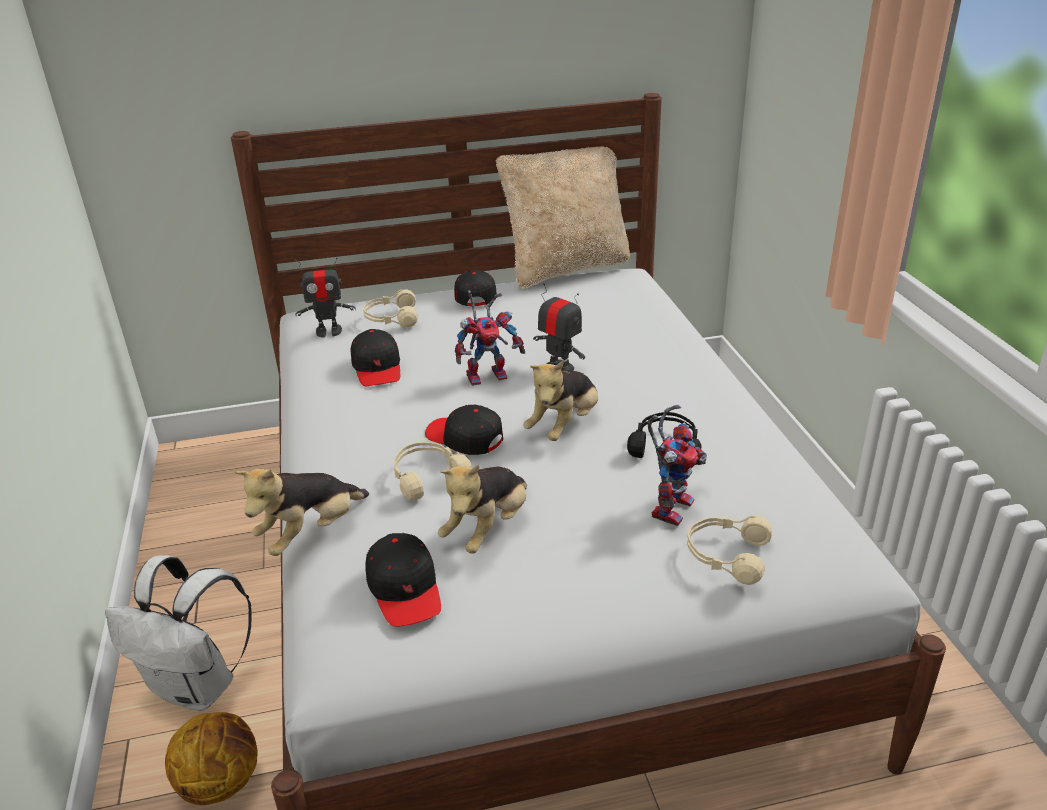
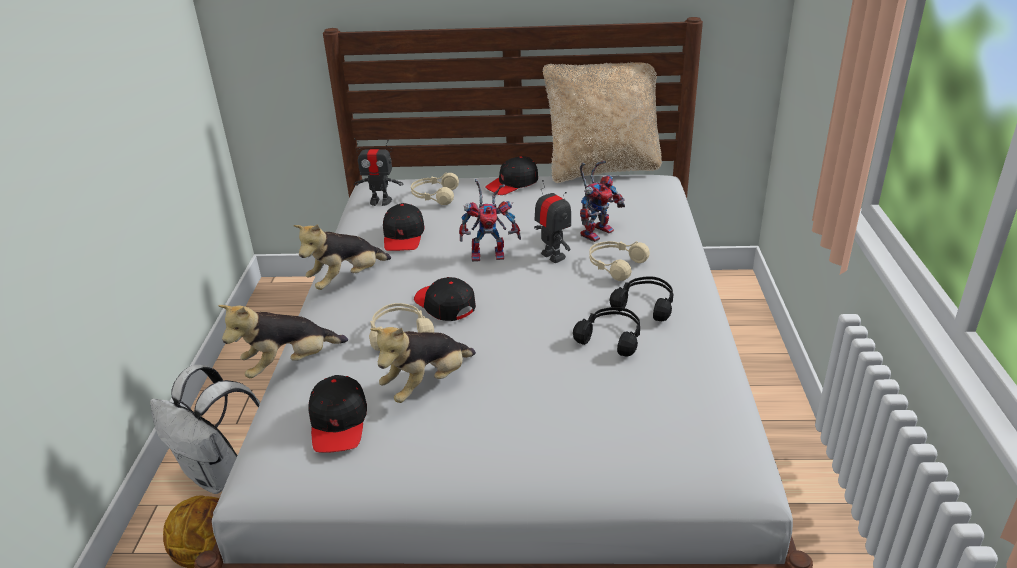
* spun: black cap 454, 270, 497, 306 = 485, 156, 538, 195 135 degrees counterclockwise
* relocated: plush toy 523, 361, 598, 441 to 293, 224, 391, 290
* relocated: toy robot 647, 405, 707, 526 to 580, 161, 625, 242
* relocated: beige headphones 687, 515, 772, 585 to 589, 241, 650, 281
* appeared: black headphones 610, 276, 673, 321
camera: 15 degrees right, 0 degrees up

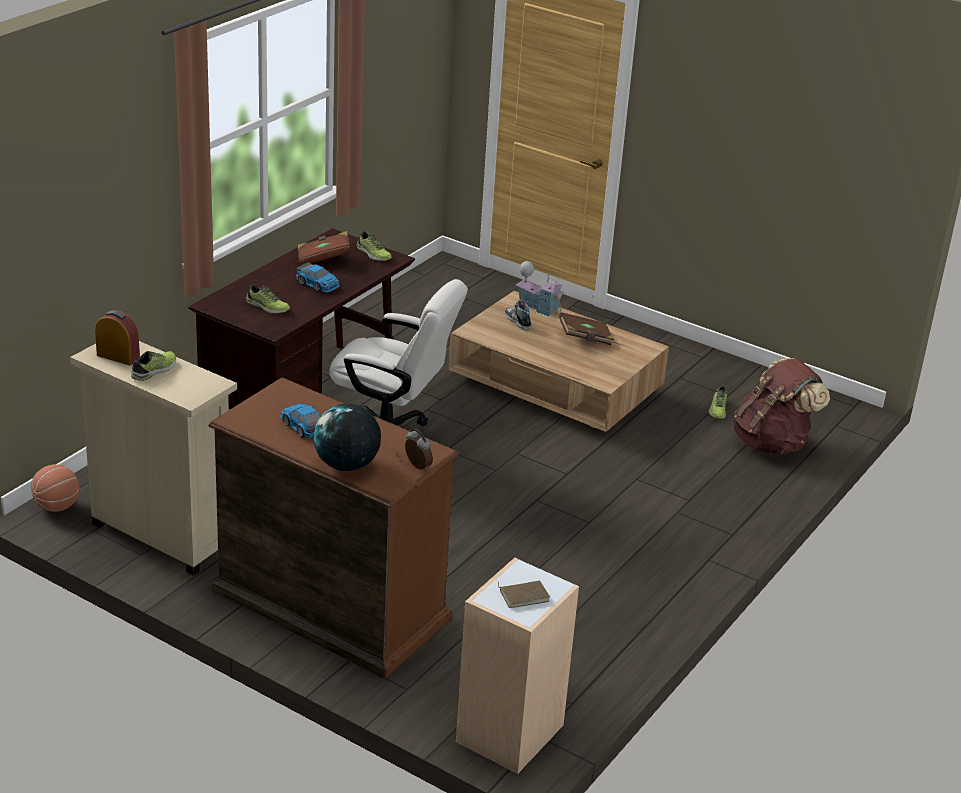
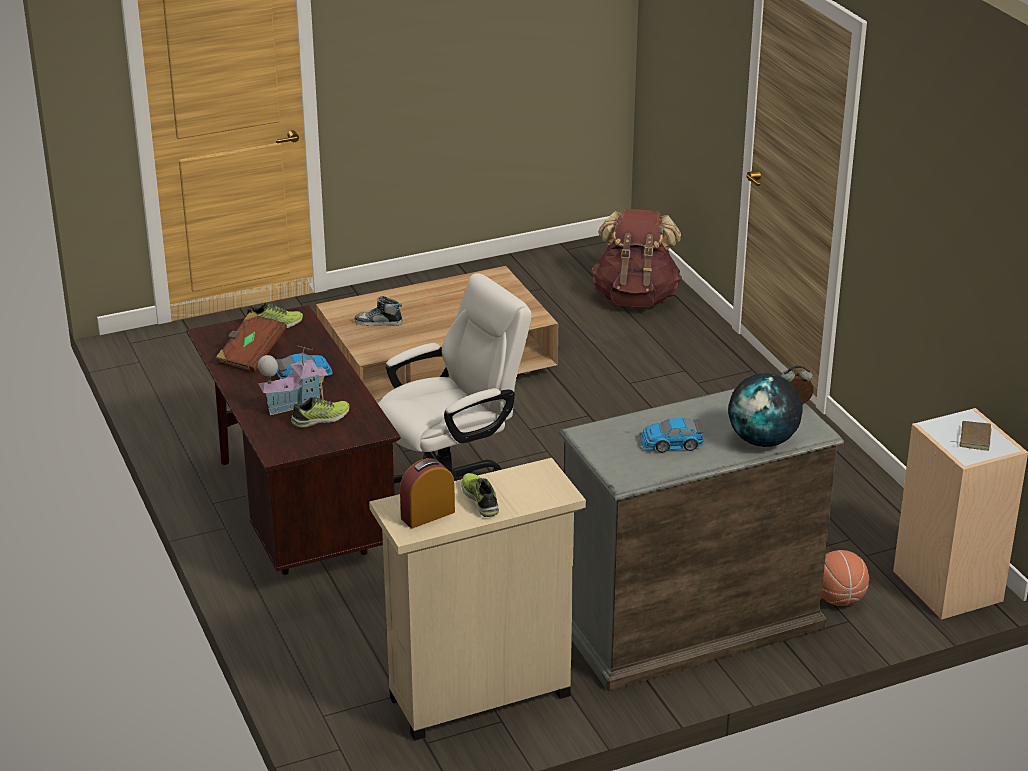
* relocated: toy house 516, 261, 565, 317 to 258, 346, 328, 415
* missing: brown book 559, 312, 615, 345
* colour: brown dresser 209, 377, 460, 678 to grey dresser 559, 389, 844, 691
* missing: shoe 709, 386, 727, 419
* relocated: basketball 31, 464, 79, 512 to 821, 550, 869, 606
camera: 55 degrees left, 0 degrees up

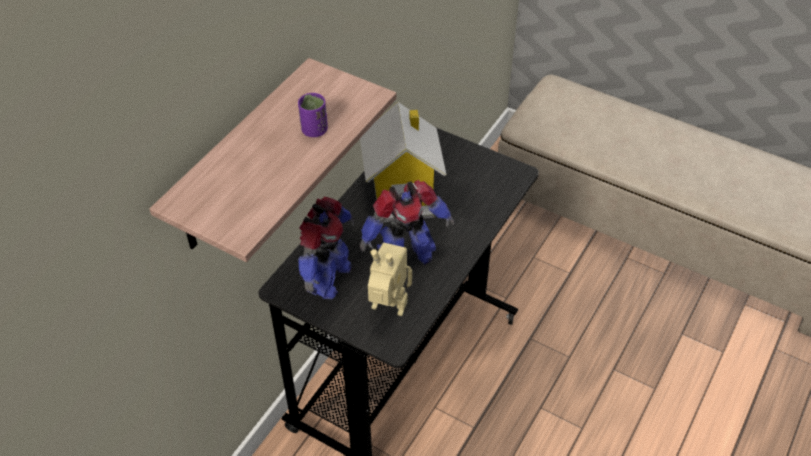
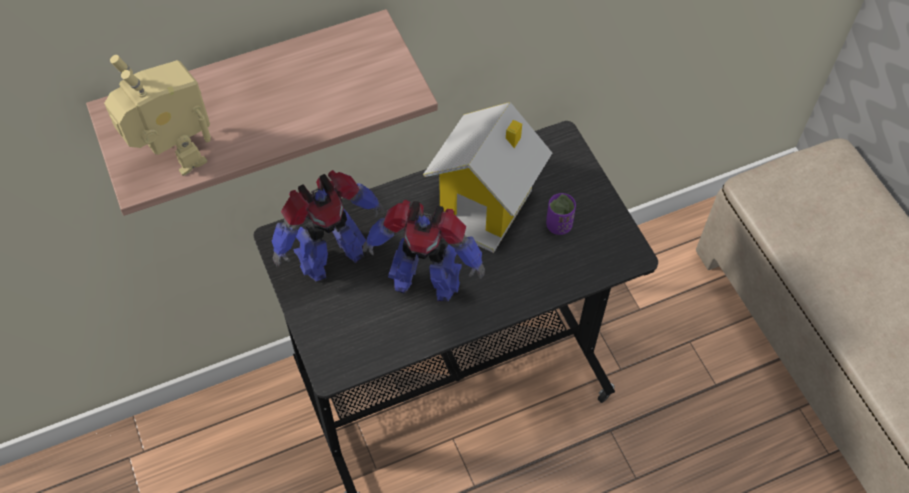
* relocated: purple cup 298, 93, 328, 137 to 546, 193, 576, 235
* relocated: toy robot 368, 243, 412, 316 to 104, 55, 211, 176
camera: 35 degrees right, 10 degrees up

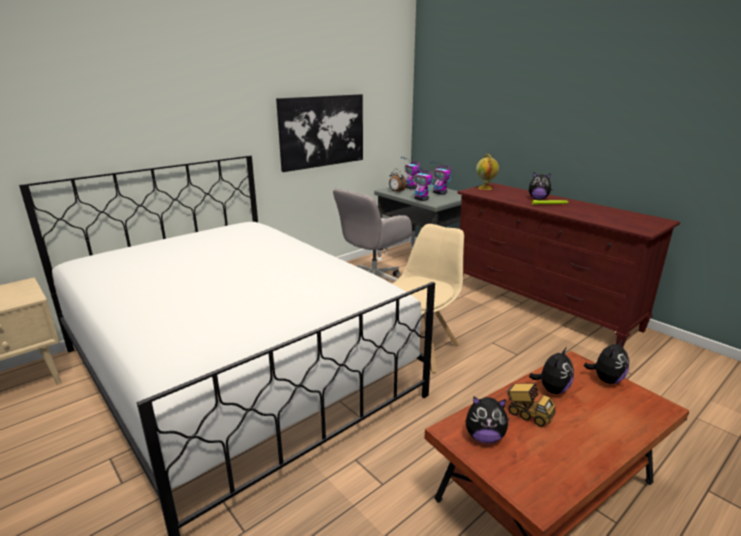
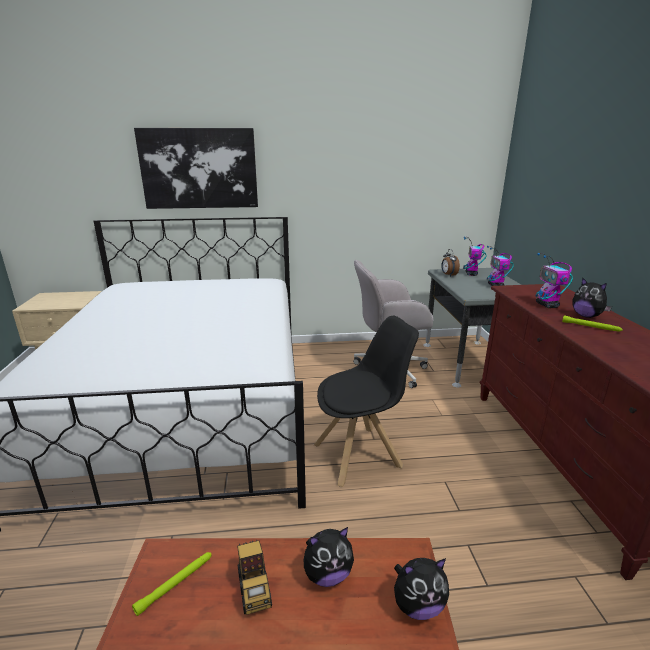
* relocated: picture 276, 94, 363, 172 to 134, 128, 258, 209
* missing: globe 476, 154, 499, 190
* relocated: toy robot 412, 166, 433, 201 to 536, 253, 573, 308
* colour: beige chair 393, 224, 464, 373 to black chair 314, 316, 419, 487
* exchanged: plush toy 465, 397, 510, 443 to green flashlight 132, 552, 212, 616
camera: 35 degrees right, 0 degrees up

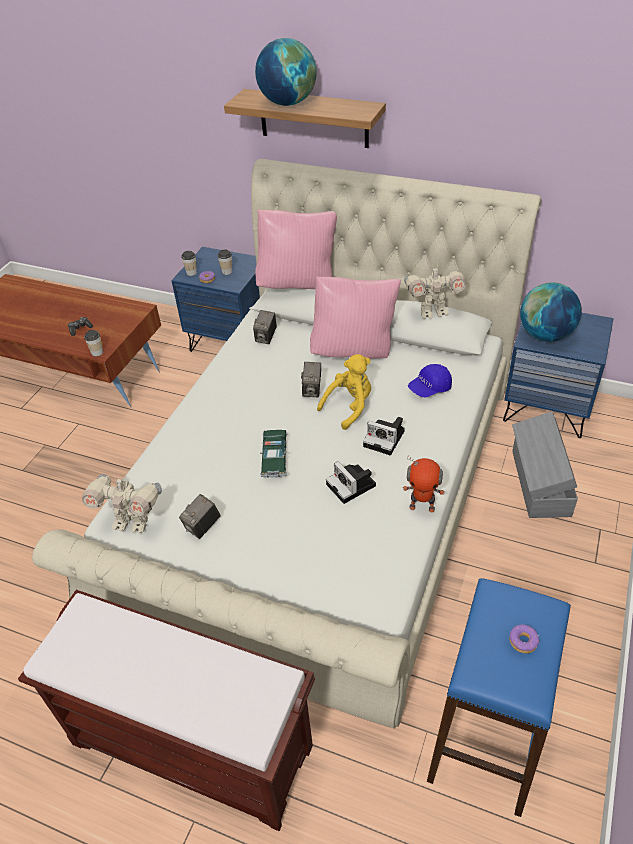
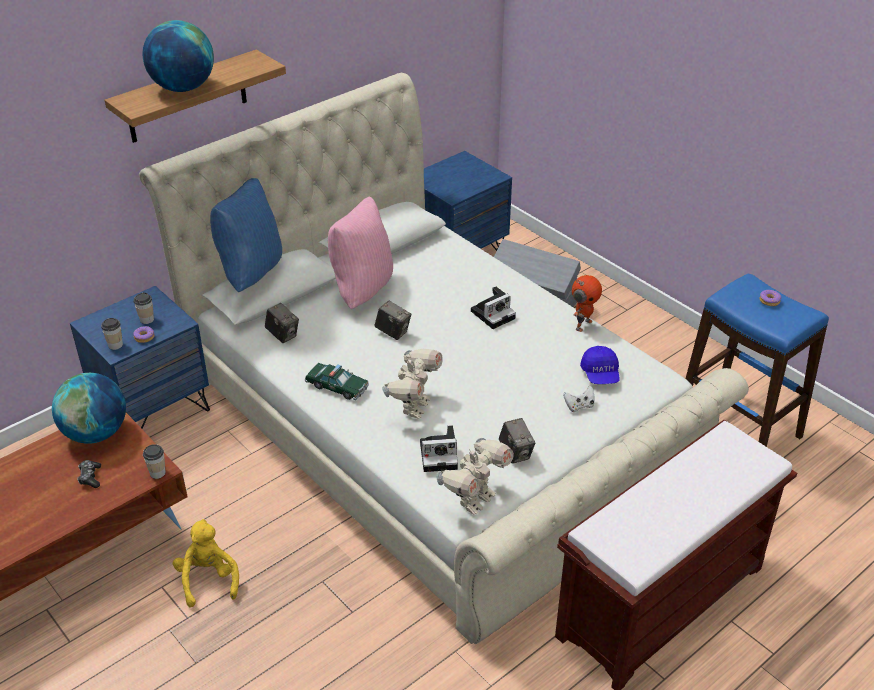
* colour: pink pillow 255, 209, 337, 289 to blue pillow 210, 178, 282, 292
* relocated: toy robot 404, 265, 466, 319 to 382, 349, 443, 419
* relocated: globe 520, 283, 582, 342 to 52, 373, 126, 444
* relocated: yellow plush toy 317, 354, 371, 430 to 173, 519, 239, 608
* relocated: blue cap 408, 364, 452, 398 to 580, 346, 620, 384
* relocated: toy car 260, 430, 288, 478 to 305, 363, 369, 400
* relocated: photo camera 326, 461, 376, 504 to 420, 425, 458, 472
* appeared: white game controller 563, 386, 595, 412
camera: 65 degrees left, 5 degrees down

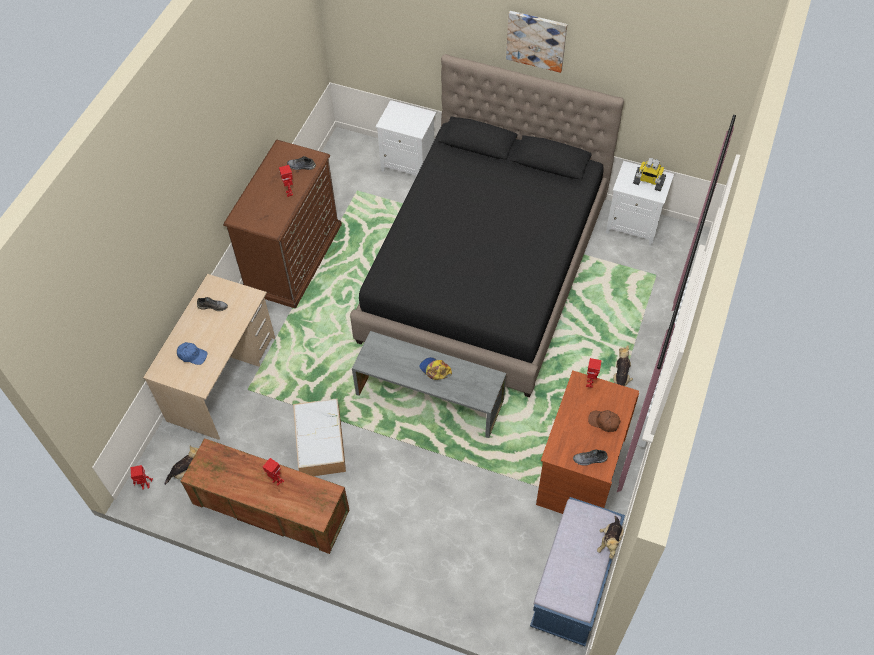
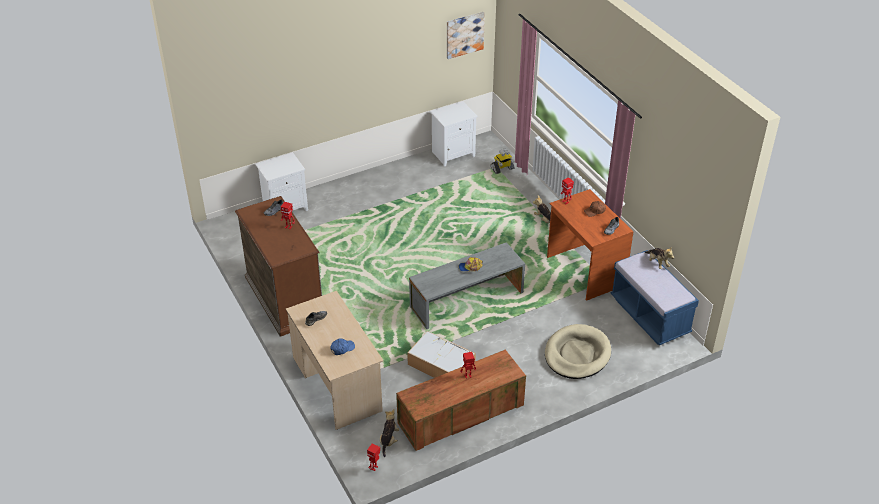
* relocated: picture 506, 11, 567, 73 to 447, 12, 485, 59
* missing: black bed 350, 54, 624, 398
* relocated: toy robot 633, 158, 666, 191 to 491, 149, 515, 174
* appeared: beige dog bed 545, 324, 611, 379
camera: 50 degrees left, 15 degrees down

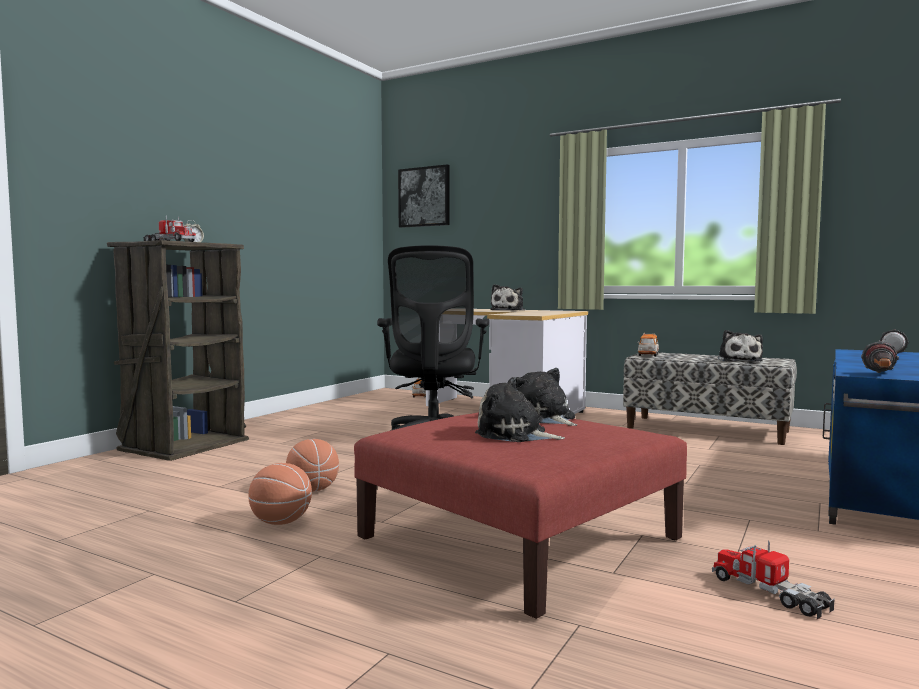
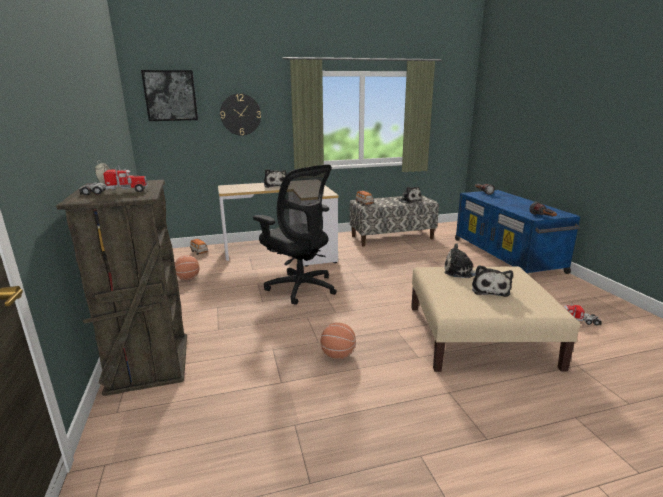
* spun: plush toy 475, 377, 565, 442 = 472, 265, 513, 297 60 degrees counterclockwise
* colour: red ottoman 354, 413, 687, 619 to beige ottoman 411, 266, 581, 372
* relocated: basketball 248, 463, 312, 525 to 175, 255, 200, 280
* appeared: wall clock 220, 93, 261, 136
camera: 45 degrees left, 15 degrees up

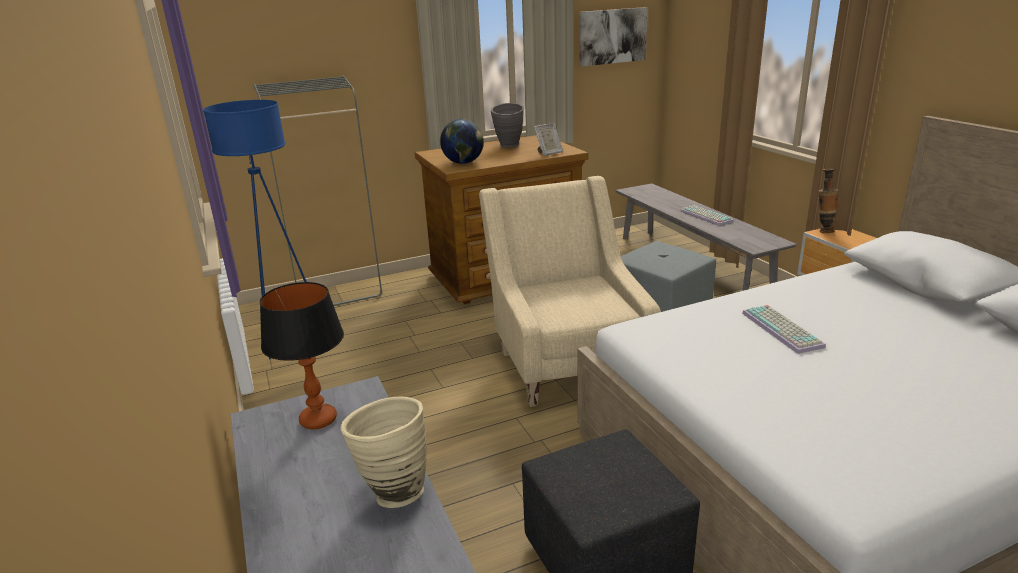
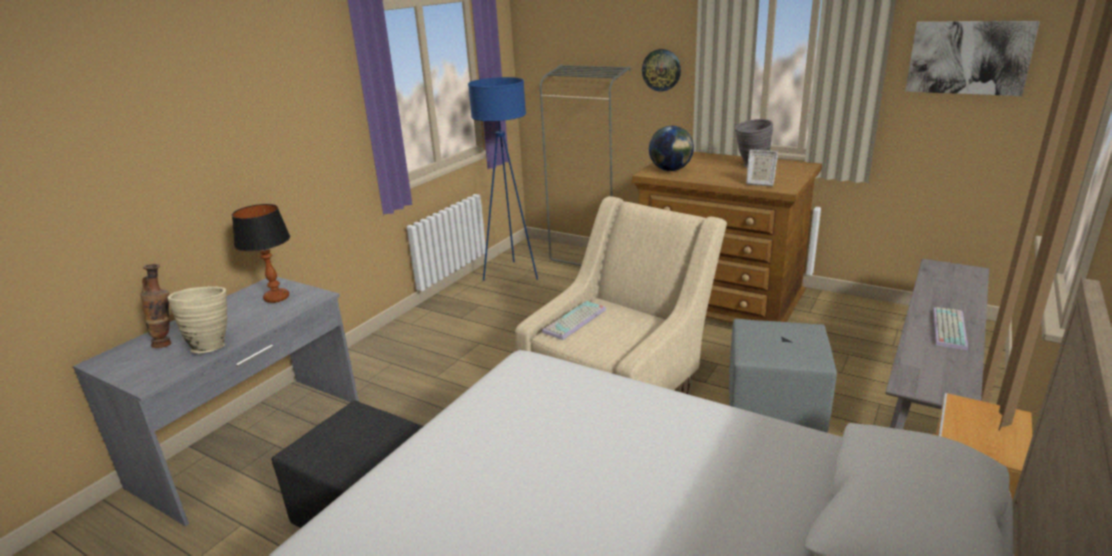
* relocated: vase 818, 169, 839, 233 to 140, 264, 171, 348
* relocated: keyboard 742, 305, 826, 354 to 542, 301, 606, 340
* appeared: wall clock 642, 49, 681, 92
camera: 55 degrees right, 0 degrees up

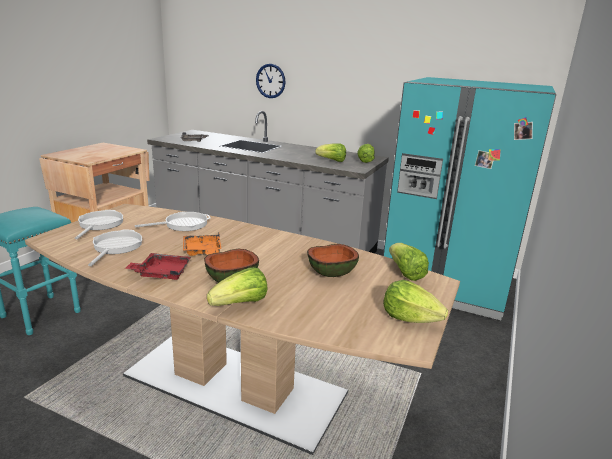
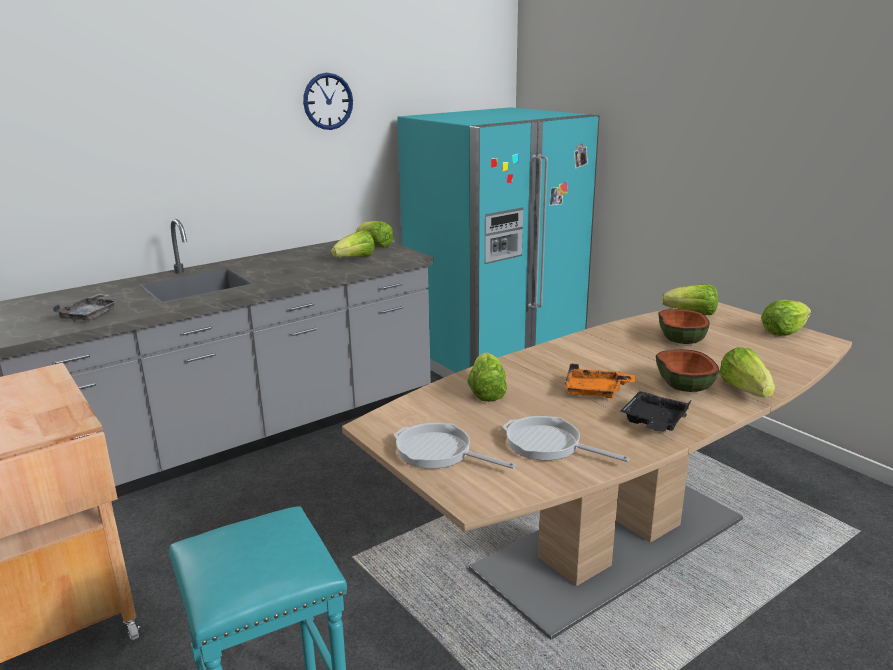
* relocated: wall clock 256, 64, 286, 98 to 303, 73, 353, 130
* exchanged: frying pan 135, 212, 211, 231 to lettuce 467, 353, 507, 402
* colour: red tray 125, 253, 191, 280 to black tray 620, 391, 691, 432
camera: 60 degrees left, 0 degrees up

